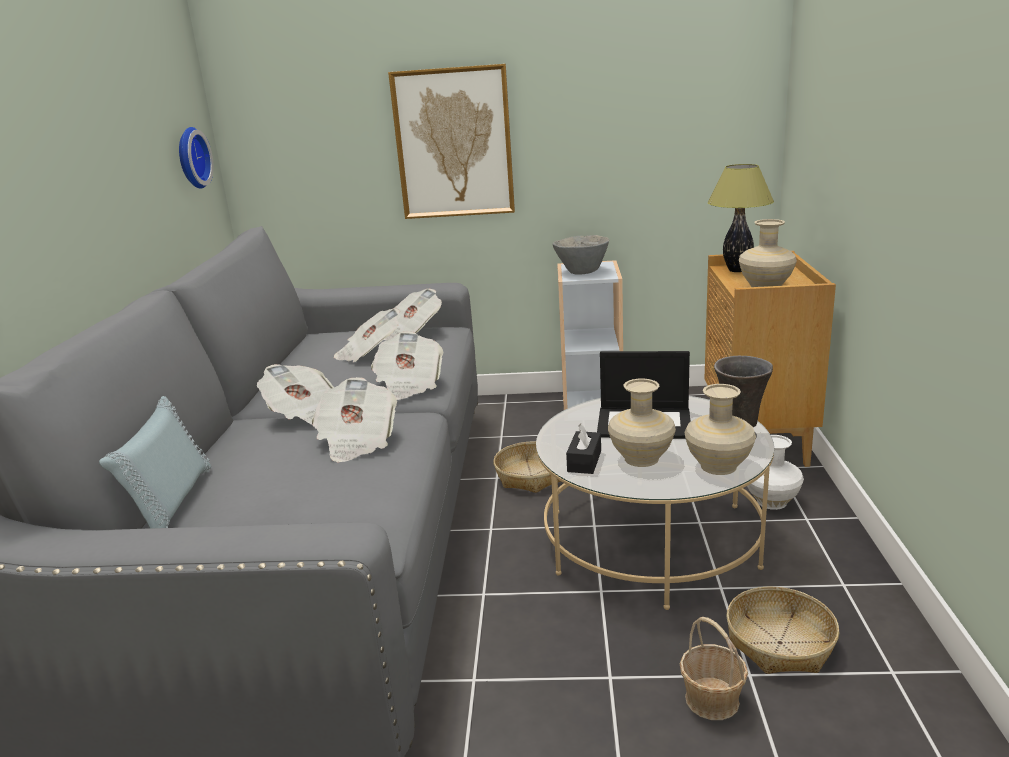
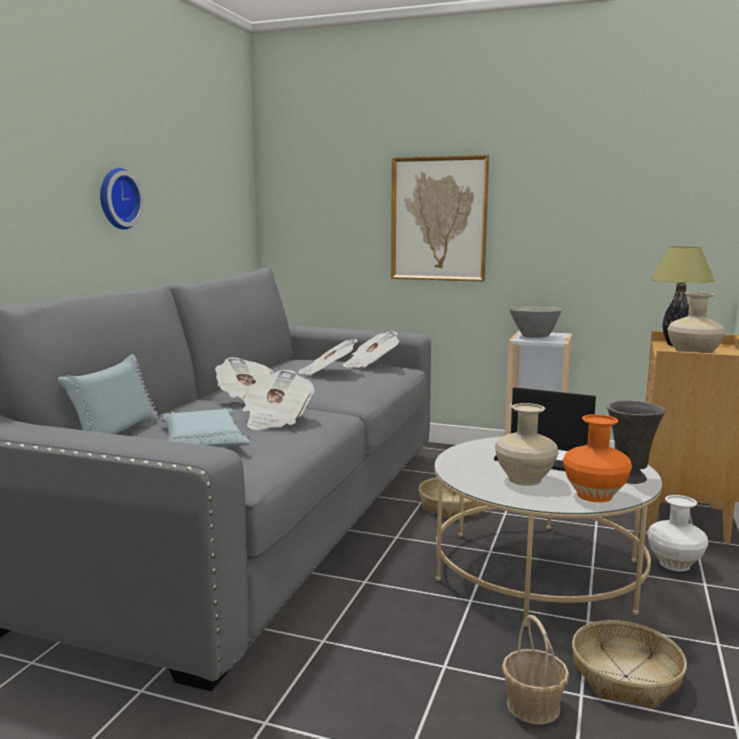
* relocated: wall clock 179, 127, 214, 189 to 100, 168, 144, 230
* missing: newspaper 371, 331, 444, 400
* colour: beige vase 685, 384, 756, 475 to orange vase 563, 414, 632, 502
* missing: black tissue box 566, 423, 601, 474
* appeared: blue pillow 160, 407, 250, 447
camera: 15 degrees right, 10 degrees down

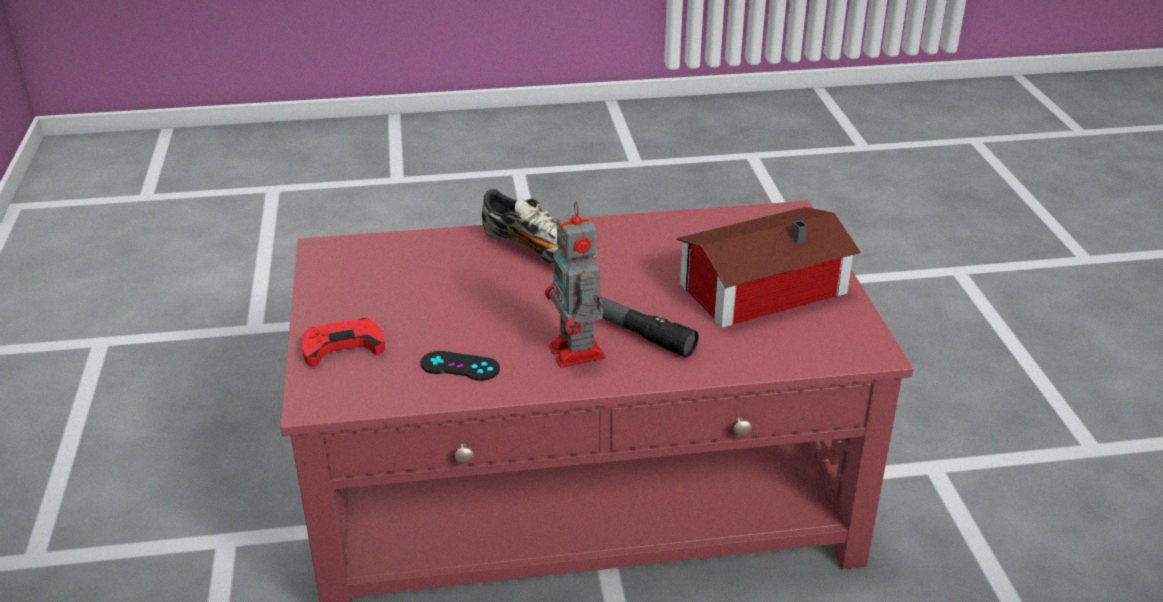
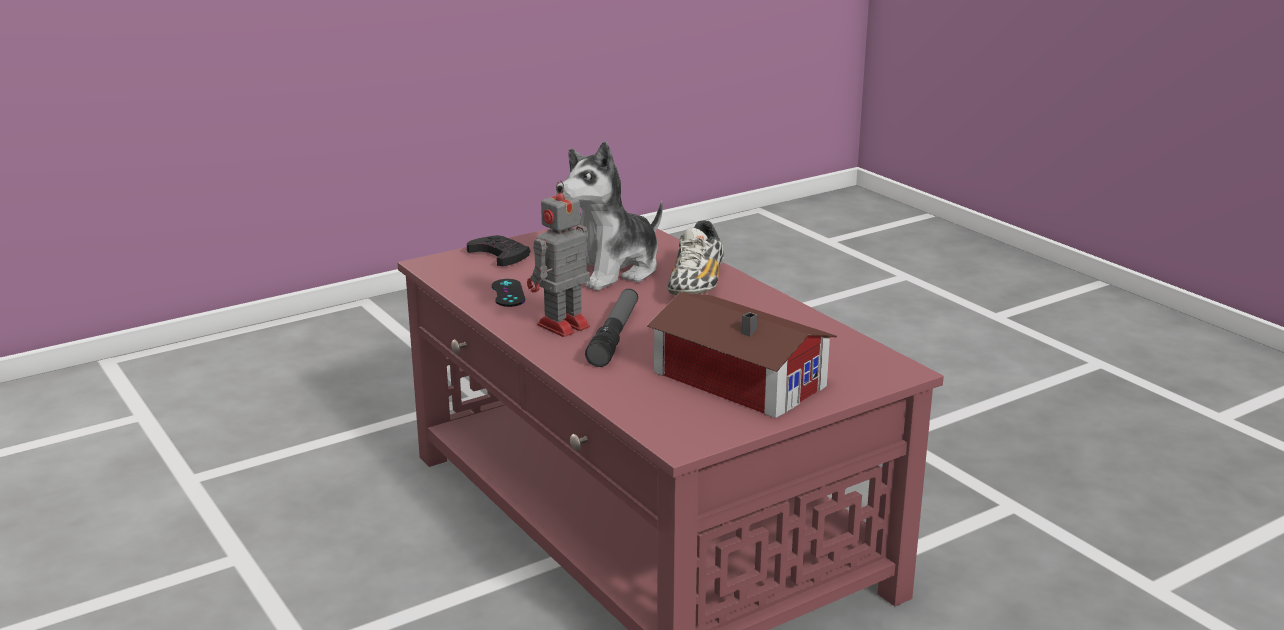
* colour: red game controller 302, 318, 385, 366 to black game controller 467, 235, 530, 266
* appeared: plush toy 556, 141, 663, 291
camera: 65 degrees right, 10 degrees down

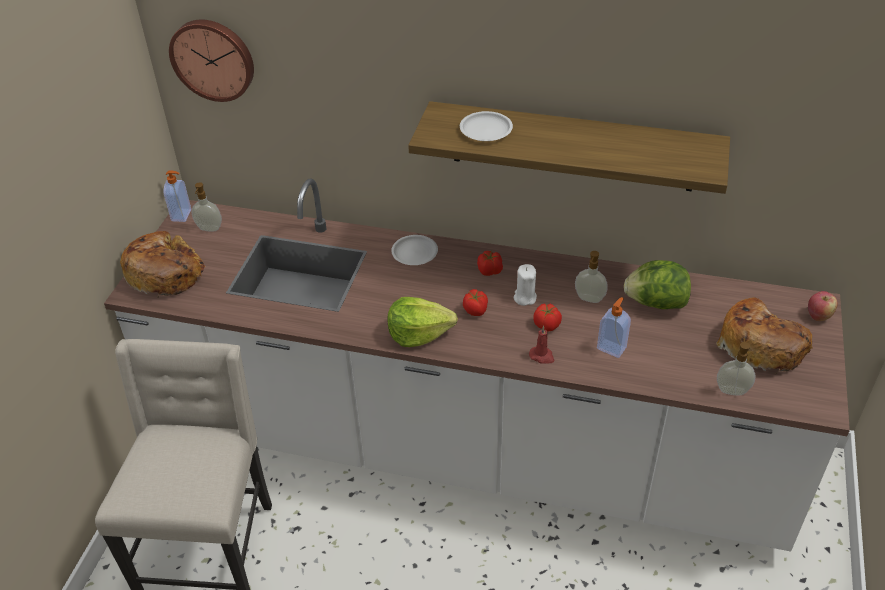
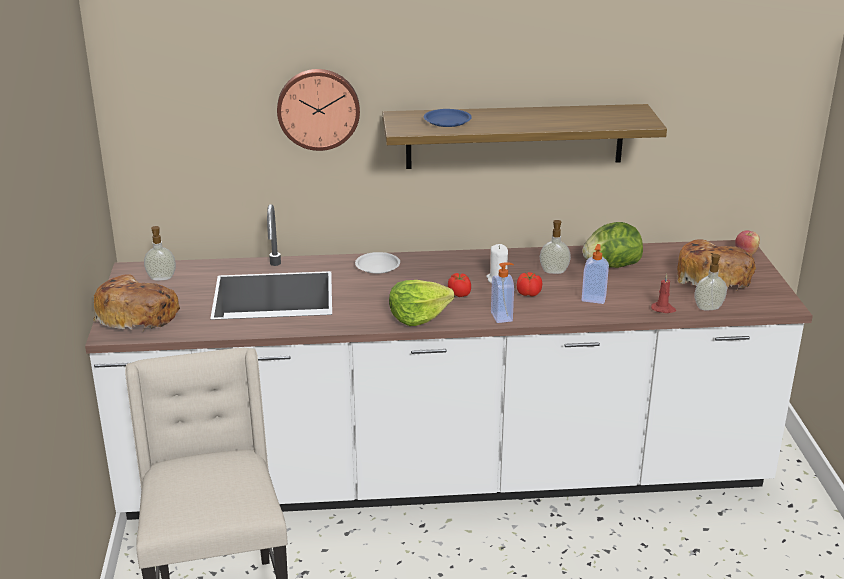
* relocated: wall clock 169, 19, 254, 102 to 277, 69, 360, 151
* colour: white plate 460, 111, 513, 141 to blue plate 424, 109, 472, 127
* relocated: soap dispenser 164, 170, 191, 222 to 491, 262, 514, 323
* missing: tomato 477, 251, 503, 276
* relocated: red candle 529, 326, 554, 364 to 651, 274, 676, 313
camera: 20 degrees left, 15 degrees down

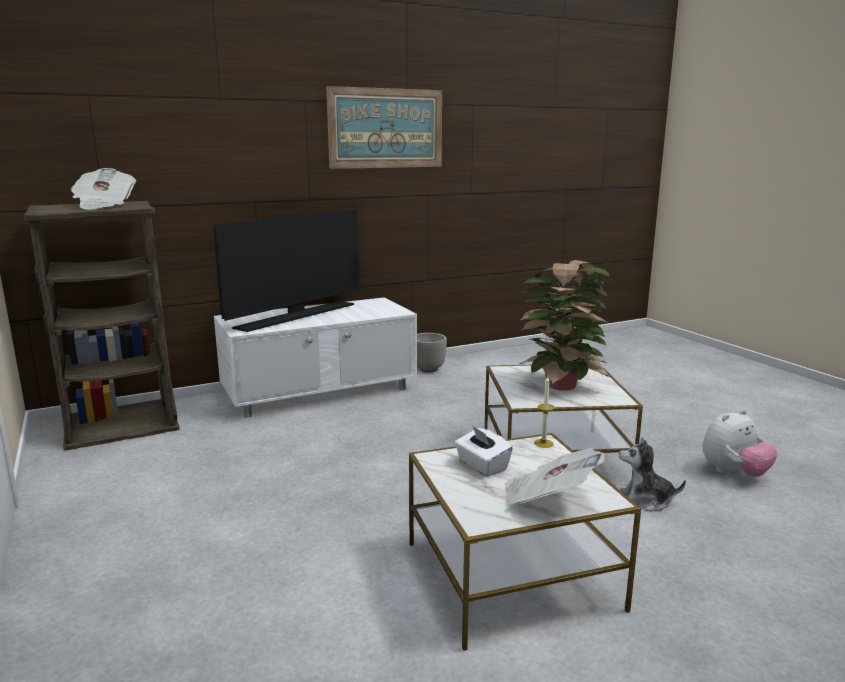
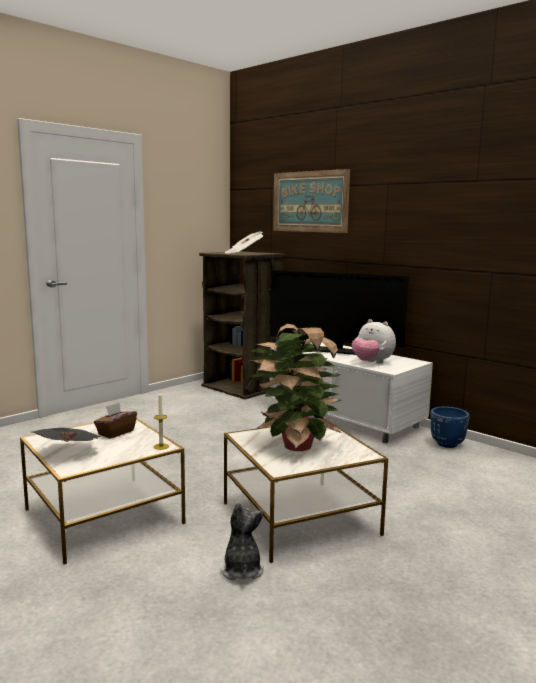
* relocated: picture 326, 86, 442, 169 to 273, 169, 350, 233
* colour: grey planter 417, 333, 447, 372 to blue planter 431, 407, 469, 448
* relocated: plush toy 703, 409, 777, 477 to 352, 319, 396, 364
* colour: white tissue box 455, 425, 513, 477 to brown tissue box 94, 403, 137, 439
camera: 70 degrees right, 5 degrees down

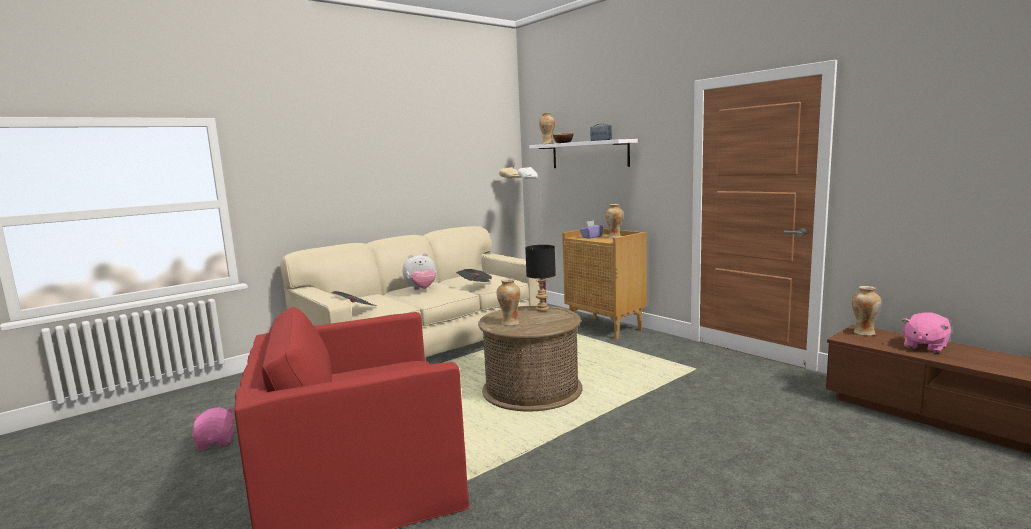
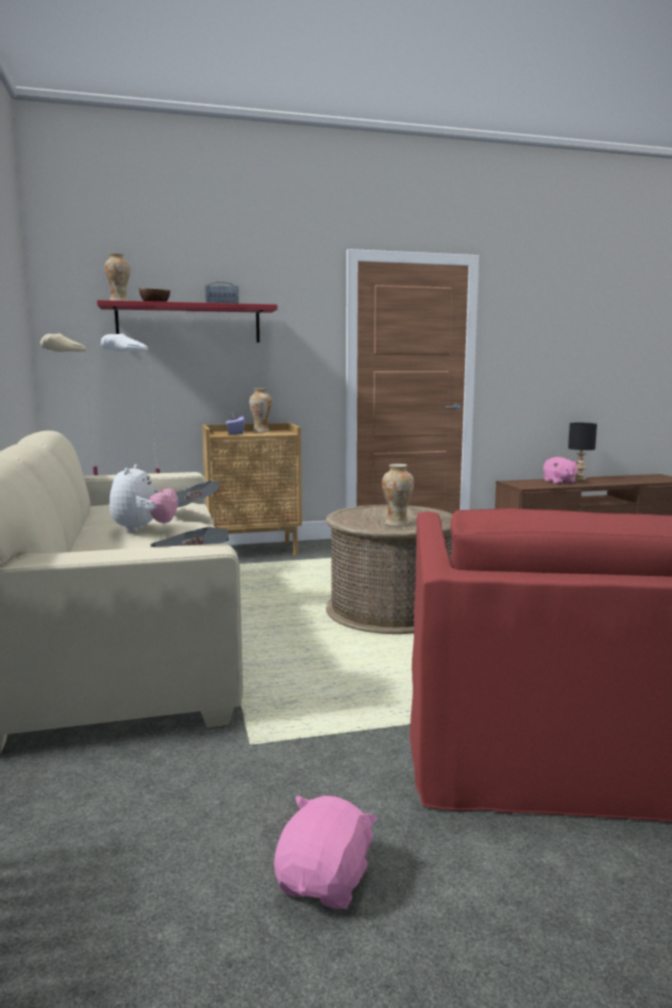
* colour: white shelf 529, 139, 638, 168 to red shelf 97, 300, 278, 342
* relocated: black table lamp 525, 245, 556, 311 to 568, 423, 597, 480
* missing: vase 852, 286, 881, 336
* spun: pink plush toy 192, 408, 235, 450 = 274, 796, 378, 909 105 degrees clockwise
camera: 65 degrees left, 0 degrees up

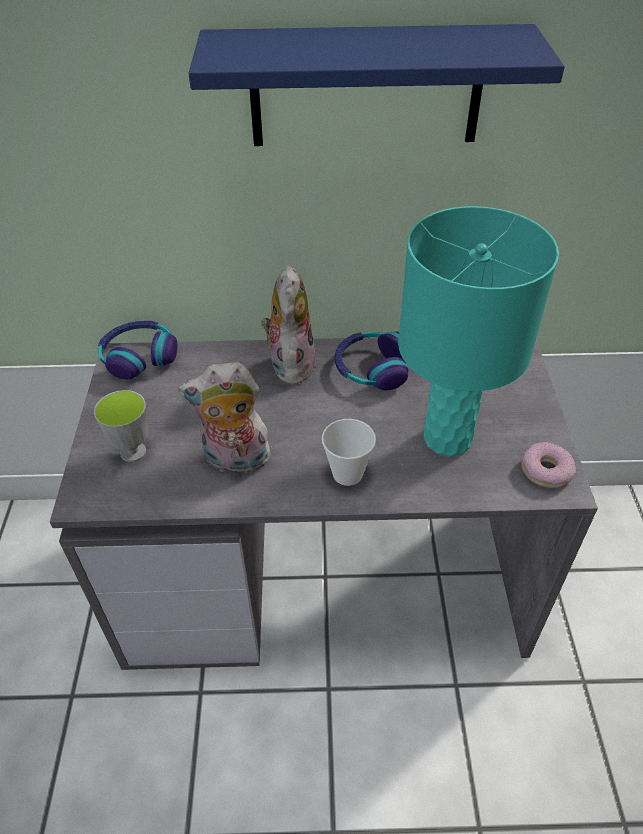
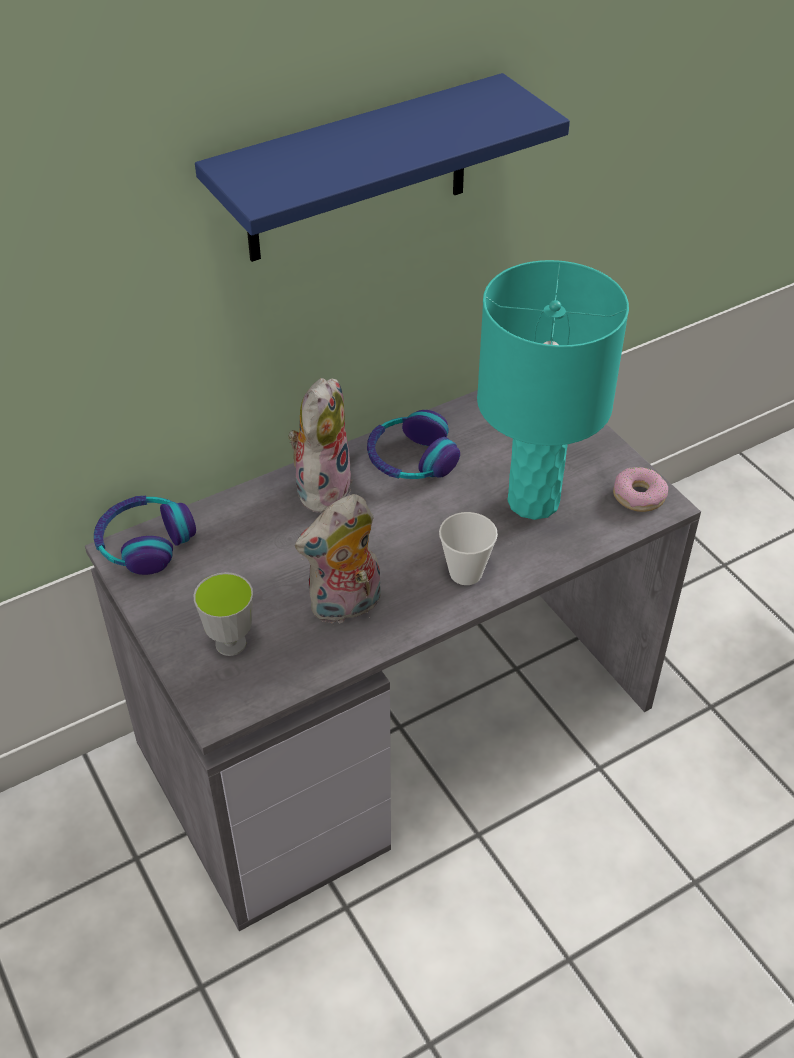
* spun: plush toy 261, 265, 316, 384 = 288, 378, 353, 513 45 degrees clockwise
camera: 30 degrees left, 0 degrees up

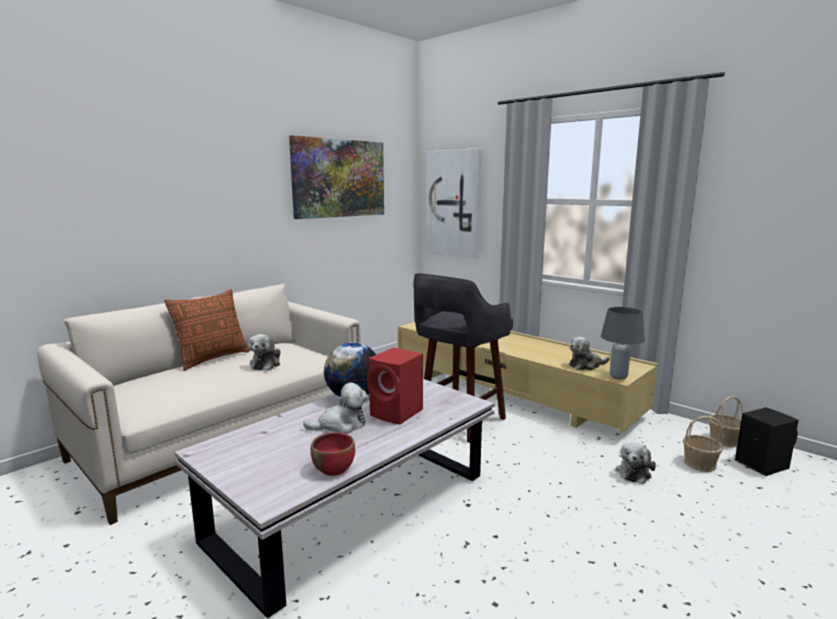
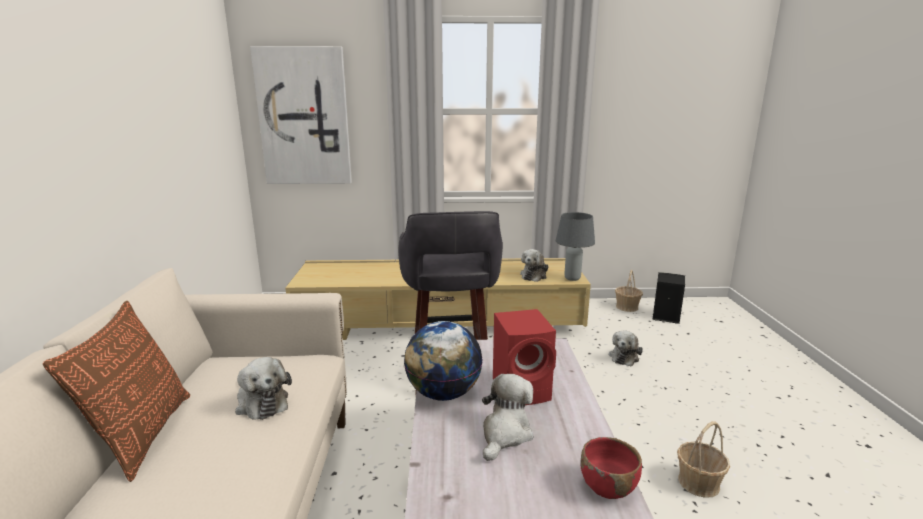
* missing: picture 289, 135, 384, 219
* relocated: basket 683, 416, 724, 472 to 677, 421, 730, 498
* spun: plush toy 615, 443, 656, 484 = 609, 330, 643, 366 45 degrees clockwise
camera: 45 degrees left, 5 degrees up

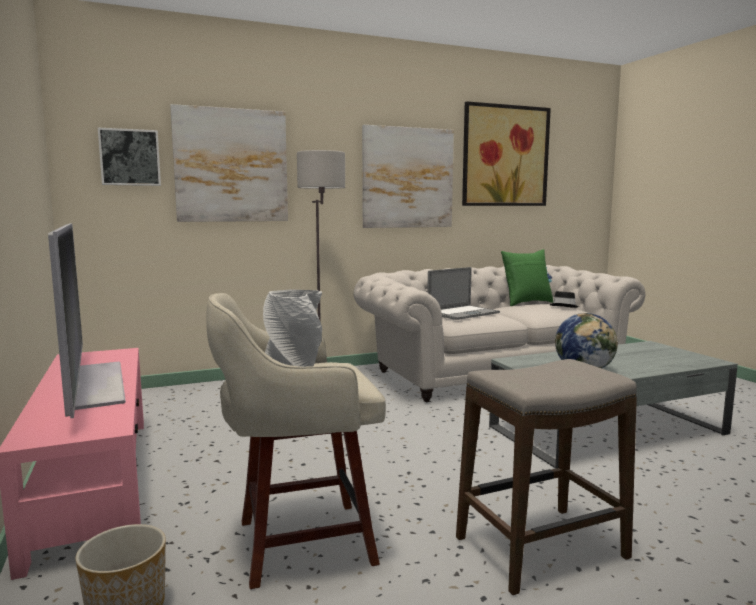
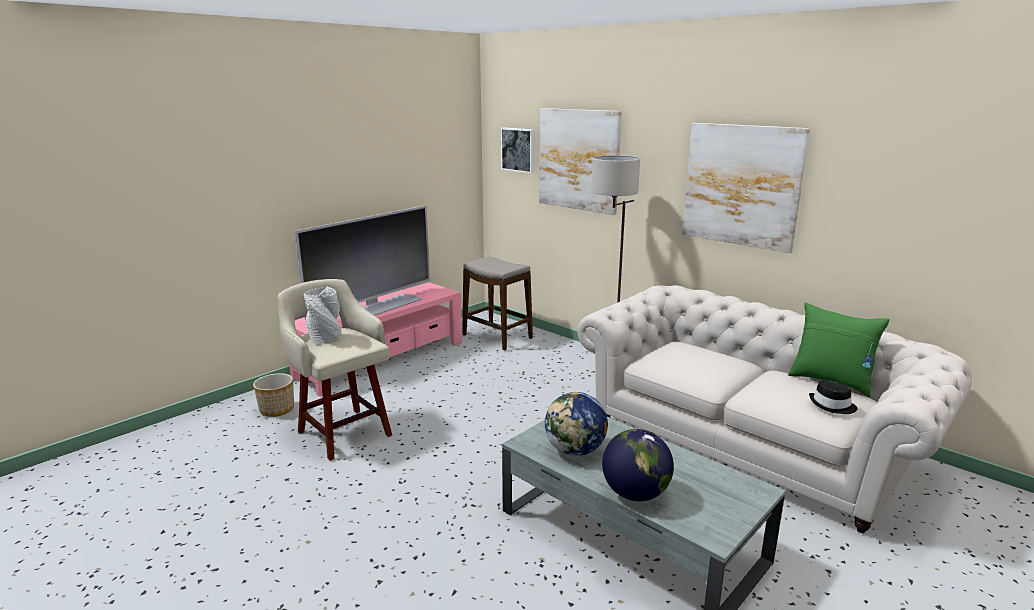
* missing: picture 462, 101, 551, 206
* missing: laptop 427, 267, 500, 320
* relocated: stool 456, 359, 637, 595 to 462, 256, 533, 351
* appeared: globe 602, 429, 674, 501
camera: 65 degrees right, 10 degrees up

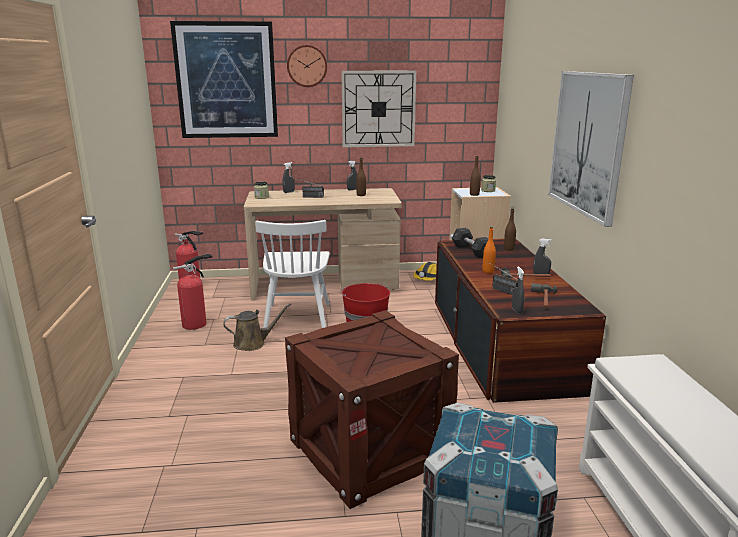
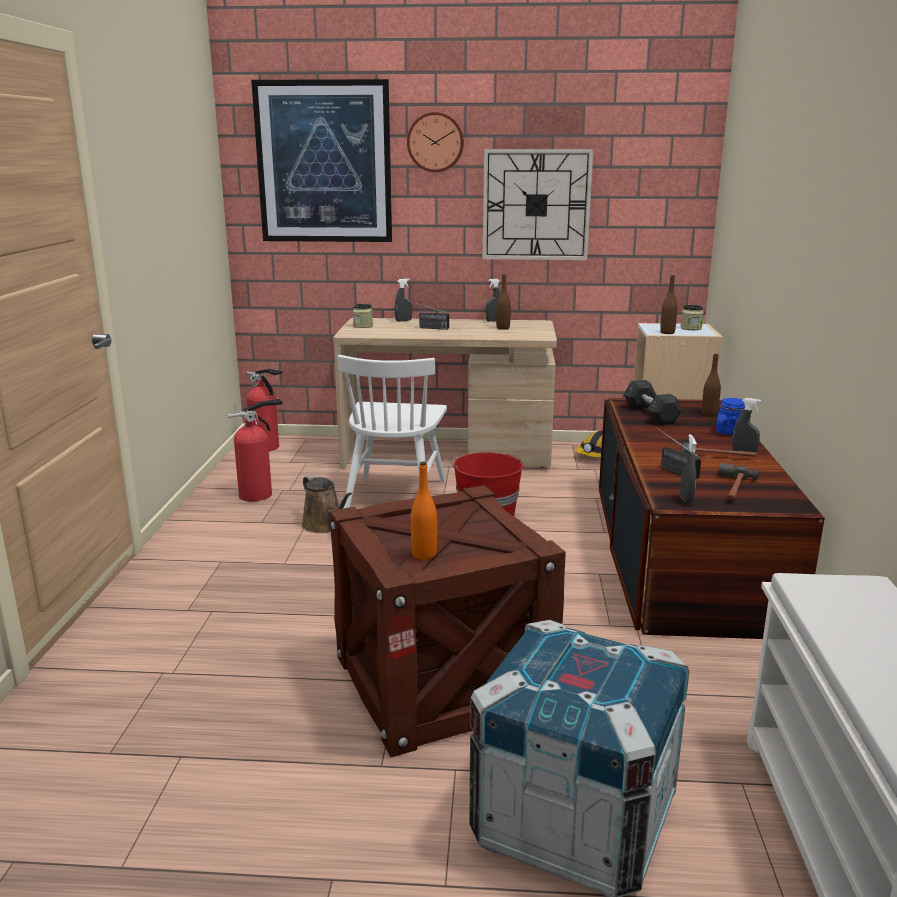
* missing: picture 549, 71, 634, 227
* relocated: orange bottle 483, 227, 496, 273 to 411, 461, 437, 560
* spun: brown watering can 224, 303, 291, 351 = 302, 475, 352, 533 60 degrees clockwise
* appeared: blue jar 716, 398, 745, 435
camera: 10 degrees right, 0 degrees up

